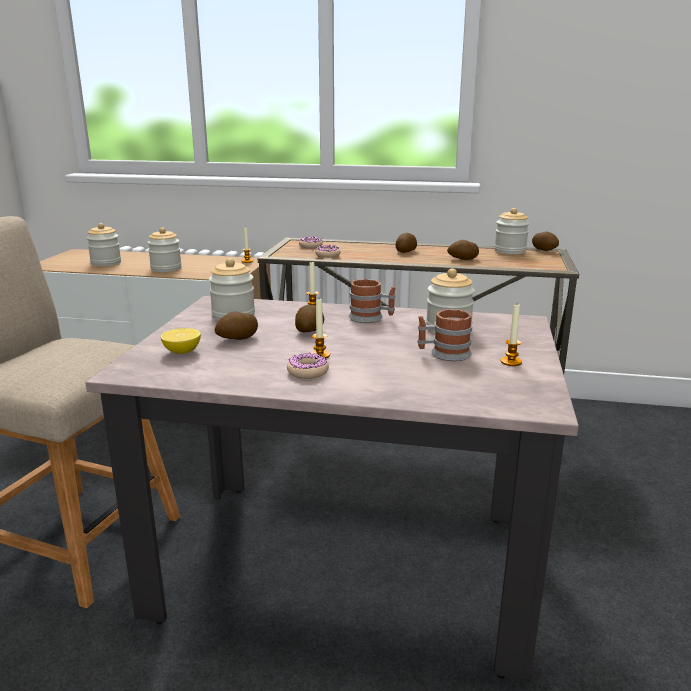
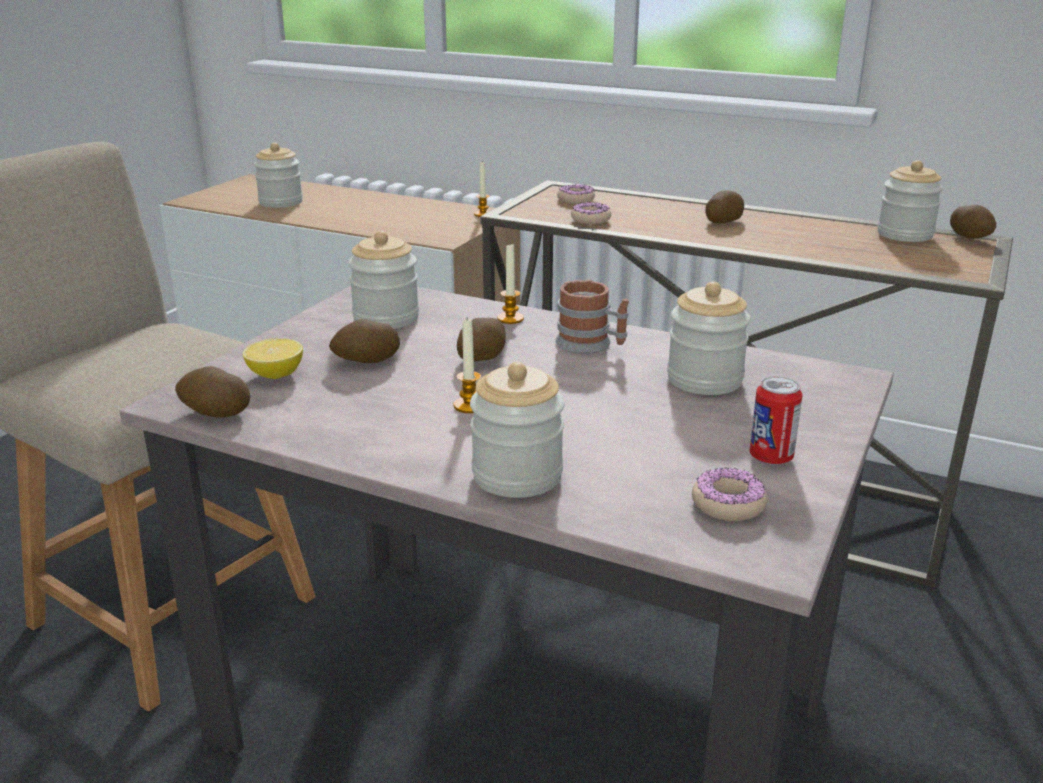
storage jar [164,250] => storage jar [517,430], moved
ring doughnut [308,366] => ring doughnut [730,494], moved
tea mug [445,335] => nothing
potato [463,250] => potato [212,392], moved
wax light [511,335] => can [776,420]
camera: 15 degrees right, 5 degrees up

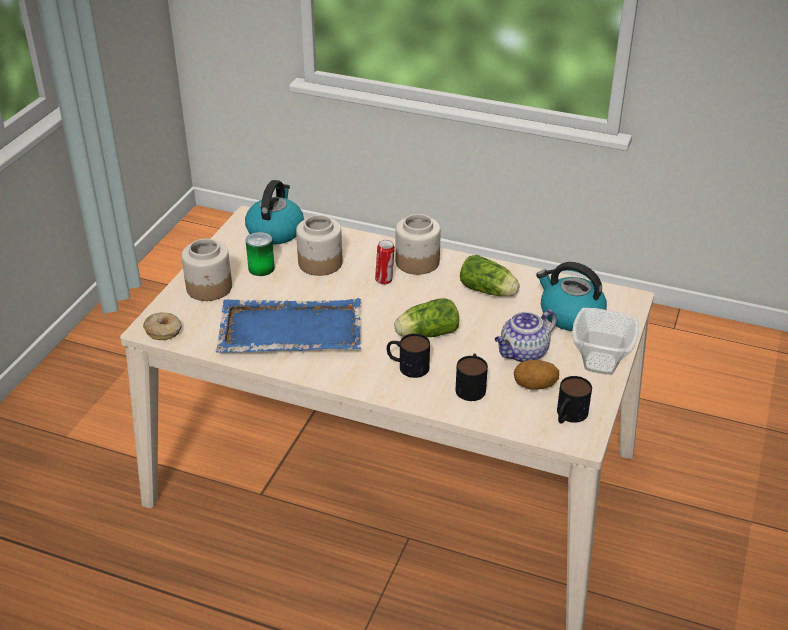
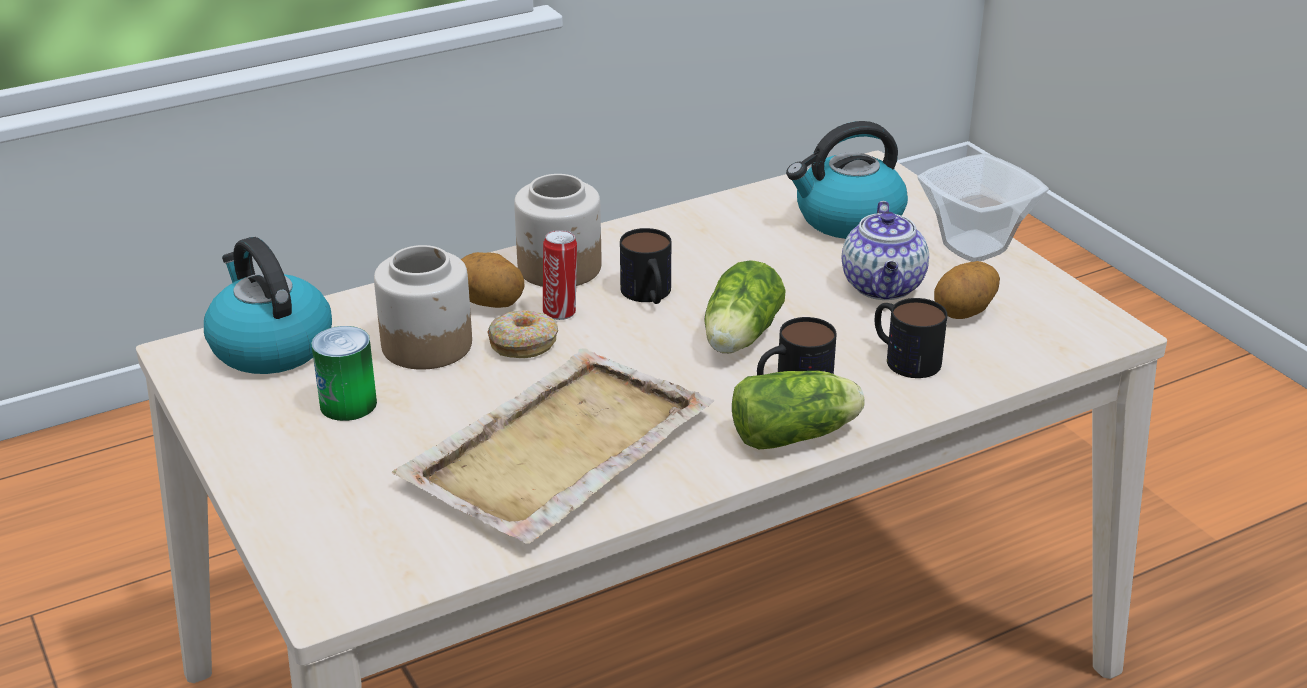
ring doughnut [162,326] => ring doughnut [522,334], moved
storage jar [206,269] => nothing
bluish tray [288,325] => sand-coloured tray [553,446]
lettuce head [490,275] => lettuce head [798,410], moved
tea mug [574,400] => tea mug [645,266], moved
nothing => potato [493,280]
camera: 50 degrees left, 5 degrees down

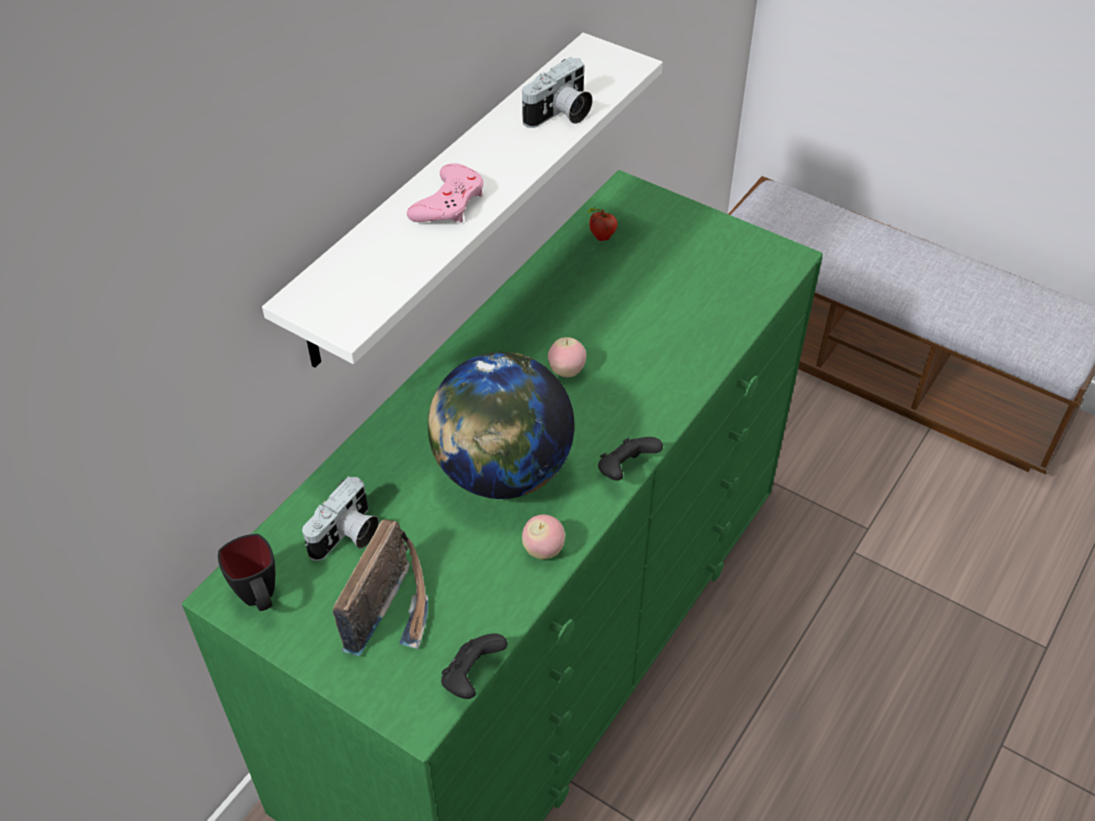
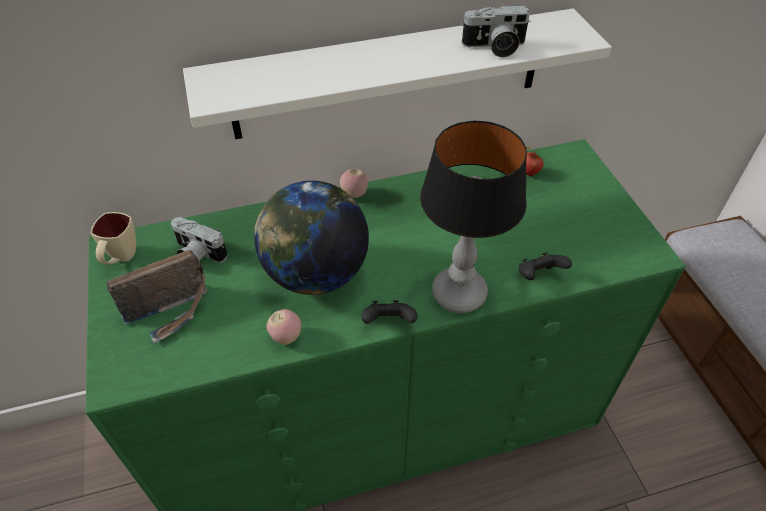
blackish tea mug [246,572] => sand-coloured tea mug [113,238]
still camera [340,518] => still camera [199,240], 45 degrees clockwise
pink-coloured game controller [445,193] => nothing
blackish game controller [474,666] => blackish game controller [545,266], moved
whole apple [567,357] => whole apple [354,183], moved
nothing => tabletop lamp [473,216]
camera: 40 degrees right, 0 degrees up

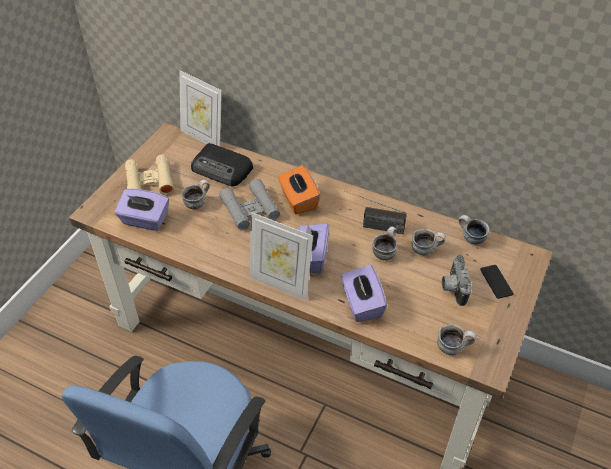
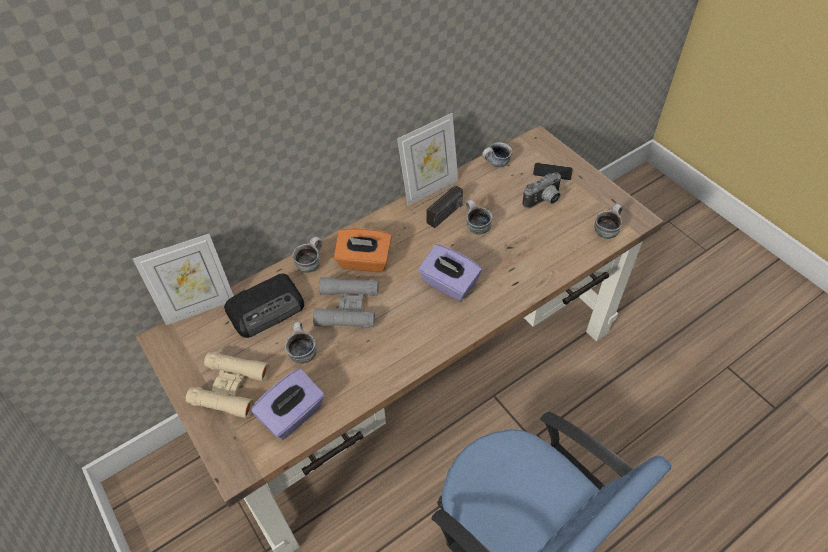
photo frame [281,256] => photo frame [427,159], moved
purple tissue holder [364,293] => nothing
tea mug [429,242] => tea mug [307,255], moved
still camera [456,280] => still camera [542,190], 60 degrees counterclockwise
camera: 60 degrees left, 5 degrees up

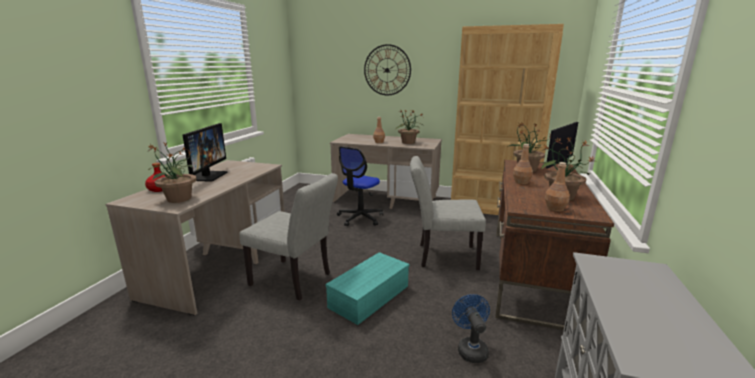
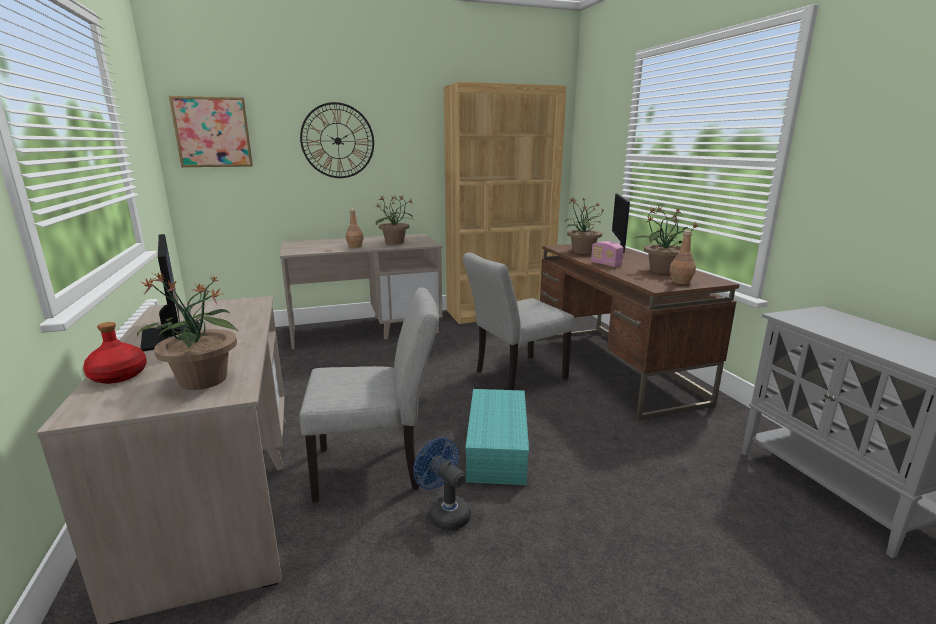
computer chair [360,186] => nothing
bluish fan [471,328] => bluish fan [442,484], moved
brownish beverage bottle [523,164] => radio set [607,254]
nothing => picture [211,131]
camera: 35 degrees left, 0 degrees up

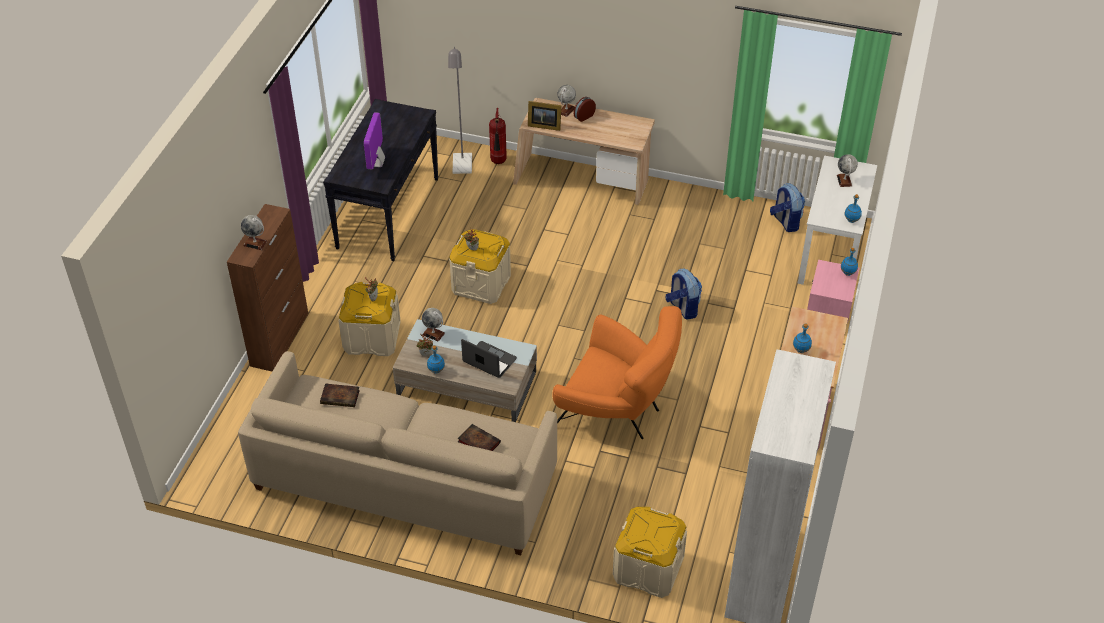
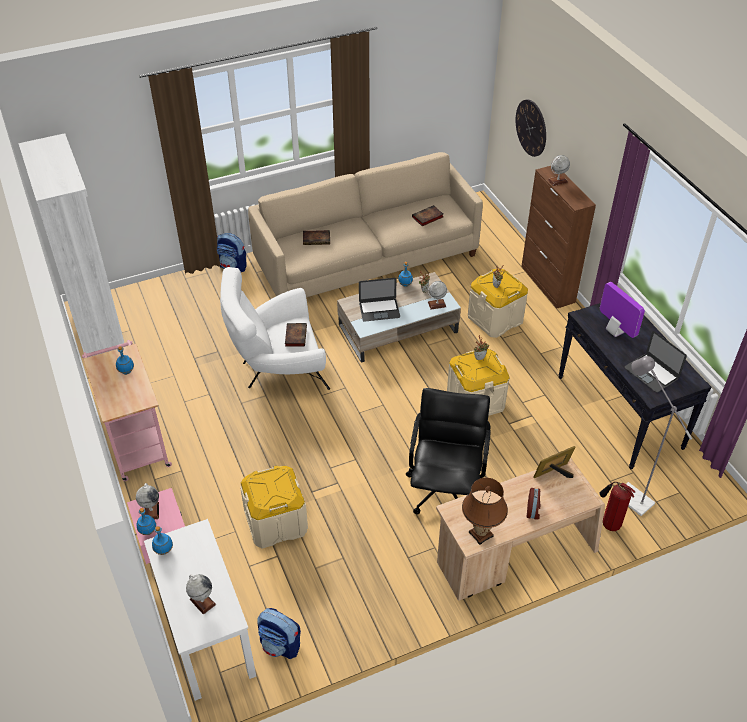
orange easy chair [617,372] => whitish easy chair [275,328]
globe [566,101] => globe [147,501], moved
sand-coloured storage container [650,552] => sand-coloured storage container [274,507], moved
rucksack [684,294] => rucksack [232,252], moved
nothing => book [296,335]
nothing => blackish computer chair [448,451]
nothing => brownish tabletop lamp [485,511]
nothing => clock on the wall [531,128]
nothing => laptop [656,361]
camera: 140 degrees right, 0 degrees up

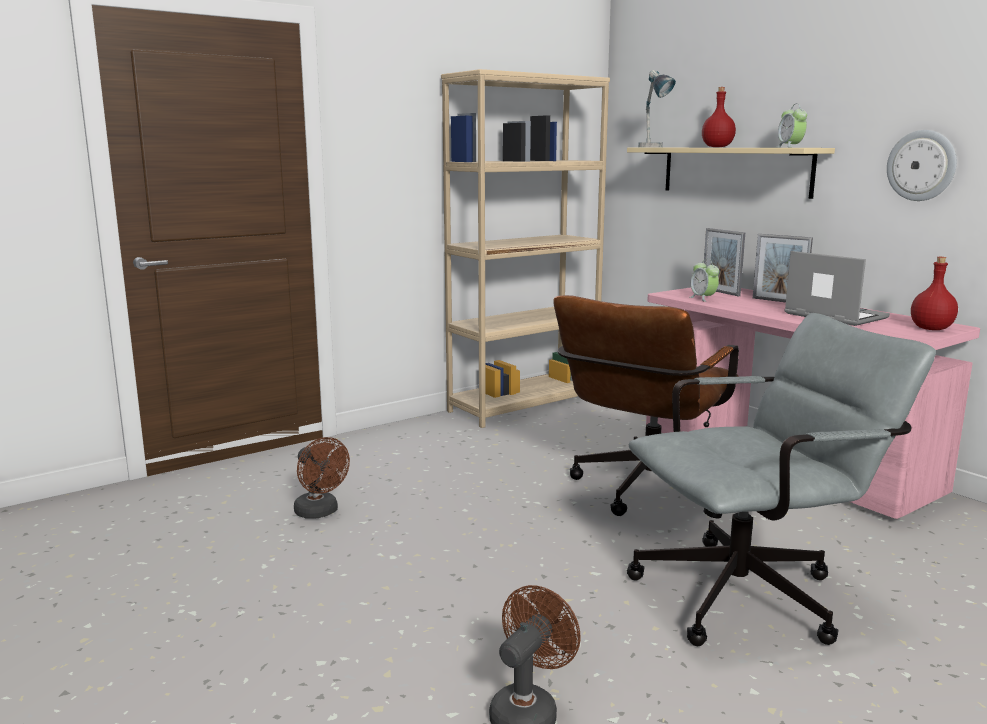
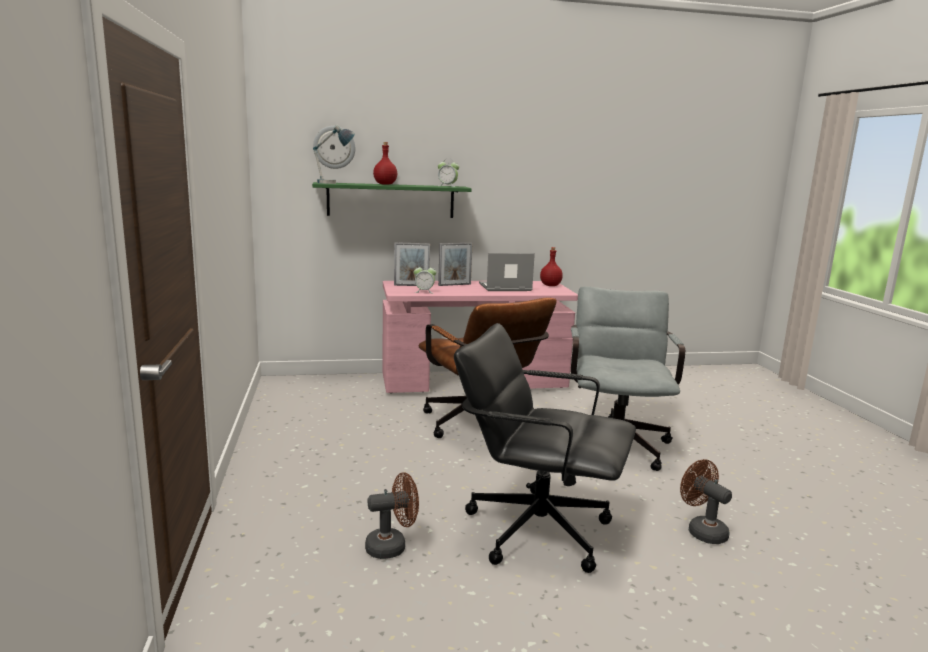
sand-coloured bookcase [525,248] => nothing
sand-coloured bracket shelf [731,173] => green bracket shelf [392,200]
clock on the wall [922,165] => clock on the wall [334,147], moved
nothing => blackish computer chair [545,448]
camera: 65 degrees left, 0 degrees up

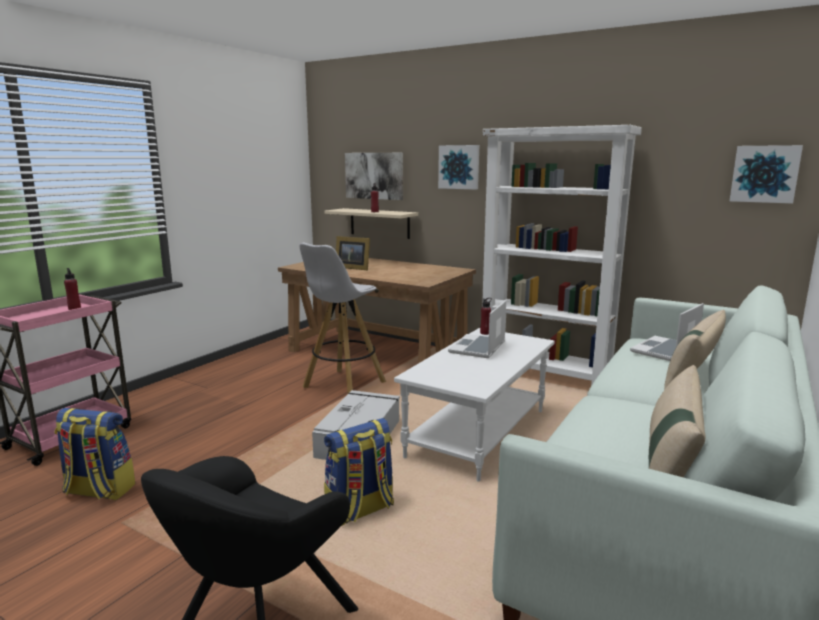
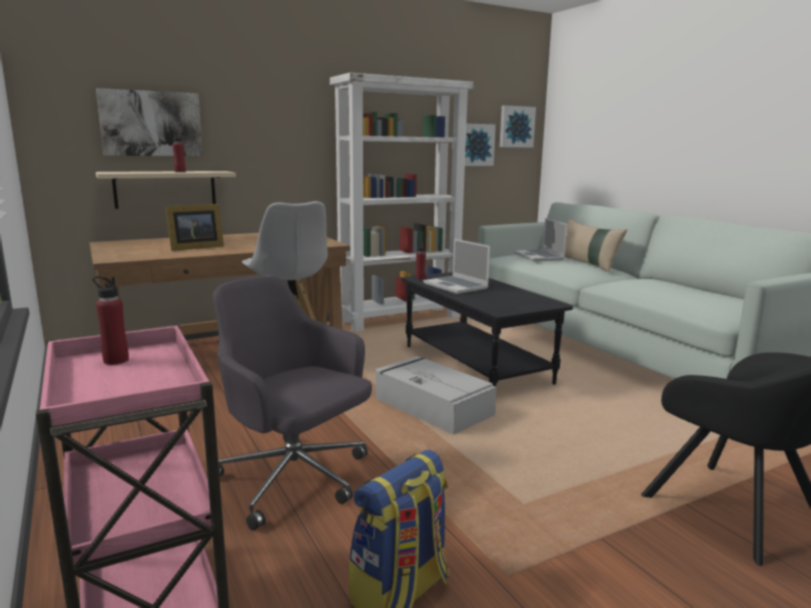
rucksack [359,472] => nothing
whitish lounge table [474,404] => blackish lounge table [487,329]
picture [458,167] => picture [480,144], moved
sand-coloured throw pillow [677,421] => nothing
nothing => greyish computer chair [292,403]
camera: 60 degrees left, 0 degrees up

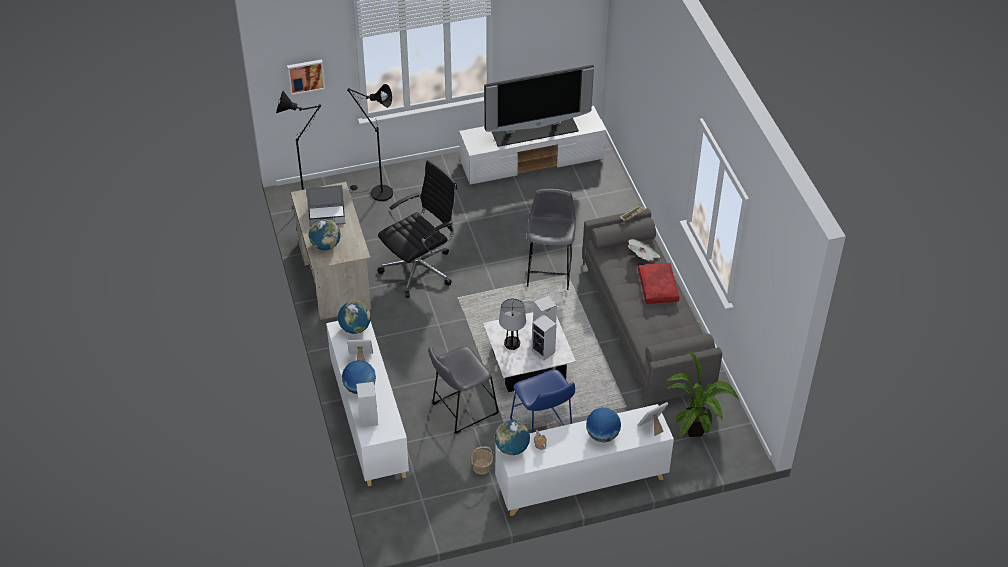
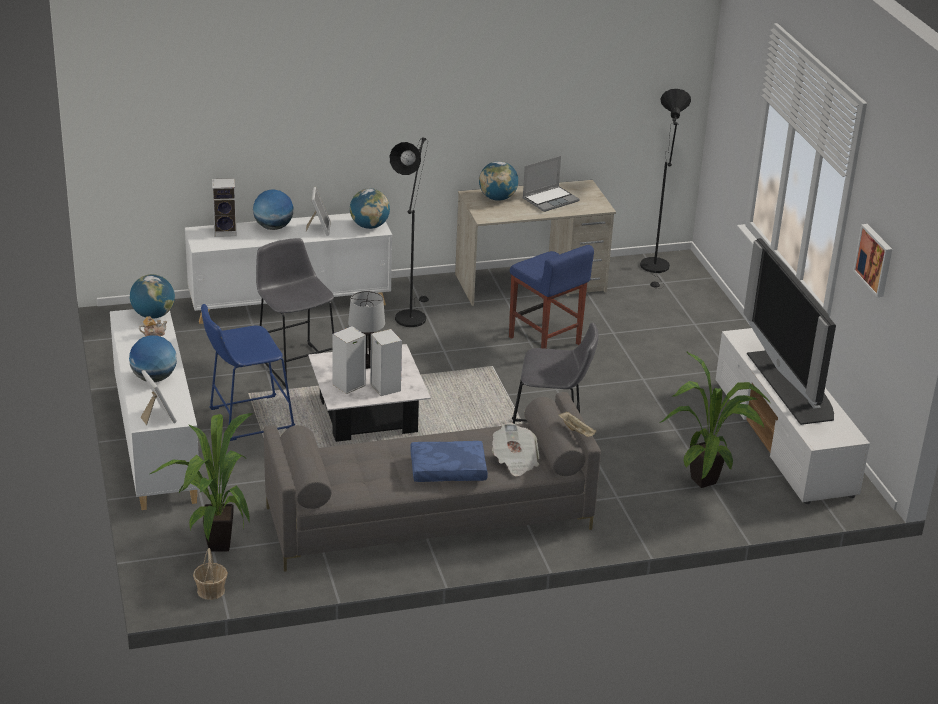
picture [306,77] => picture [872,260], moved
laptop [326,206] => laptop [551,184], 120 degrees counterclockwise
blackish floor lamp [370,142] => blackish floor lamp [409,232], moved
blackish computer chair [417,229] => bluish sitting stool [551,297]
household basket [482,460] => household basket [210,574], moved
red-coloured throw pillow [658,283] => bluish throw pillow [449,461]
nothing => houseplant [715,419]
camera: 90 degrees right, 15 degrees down

